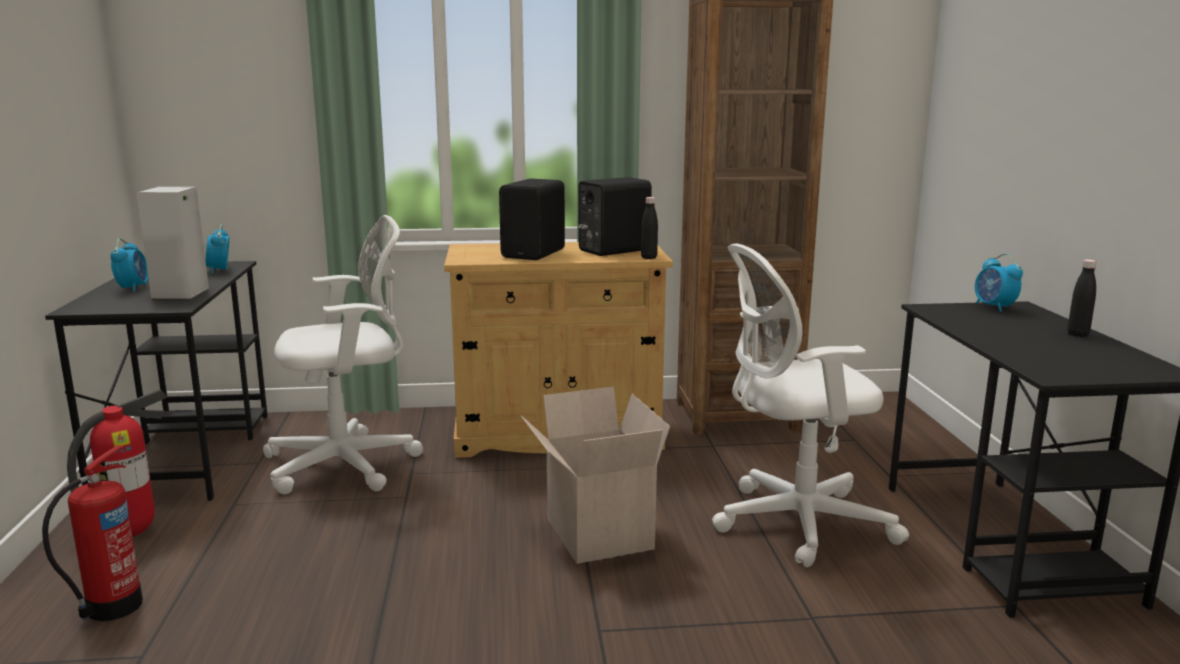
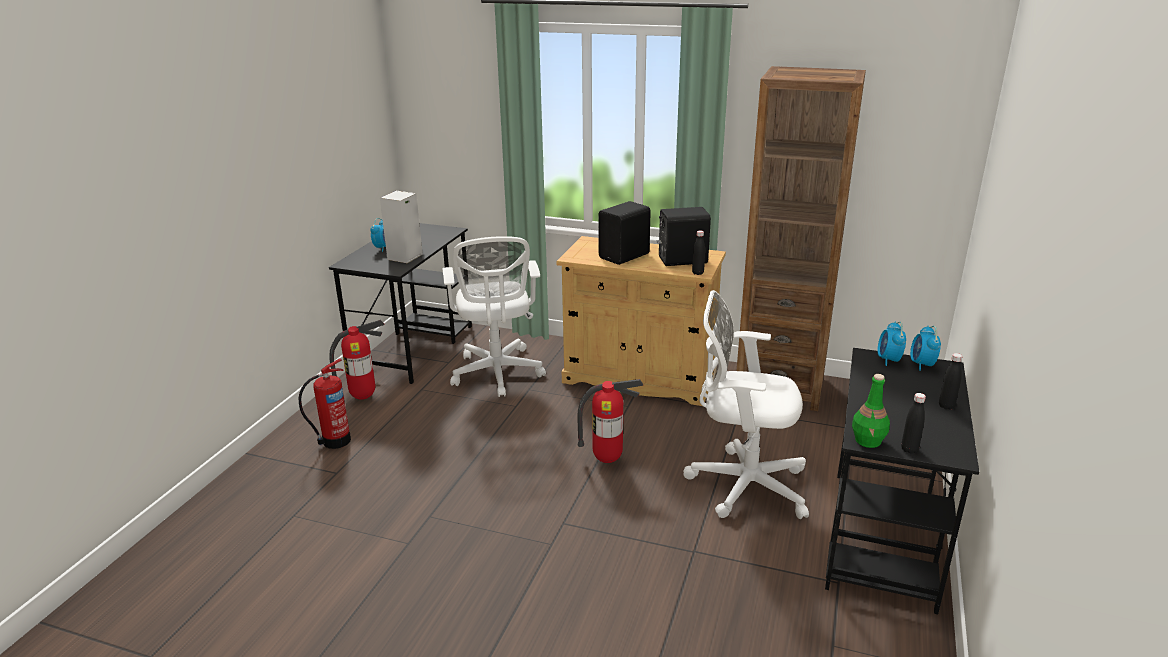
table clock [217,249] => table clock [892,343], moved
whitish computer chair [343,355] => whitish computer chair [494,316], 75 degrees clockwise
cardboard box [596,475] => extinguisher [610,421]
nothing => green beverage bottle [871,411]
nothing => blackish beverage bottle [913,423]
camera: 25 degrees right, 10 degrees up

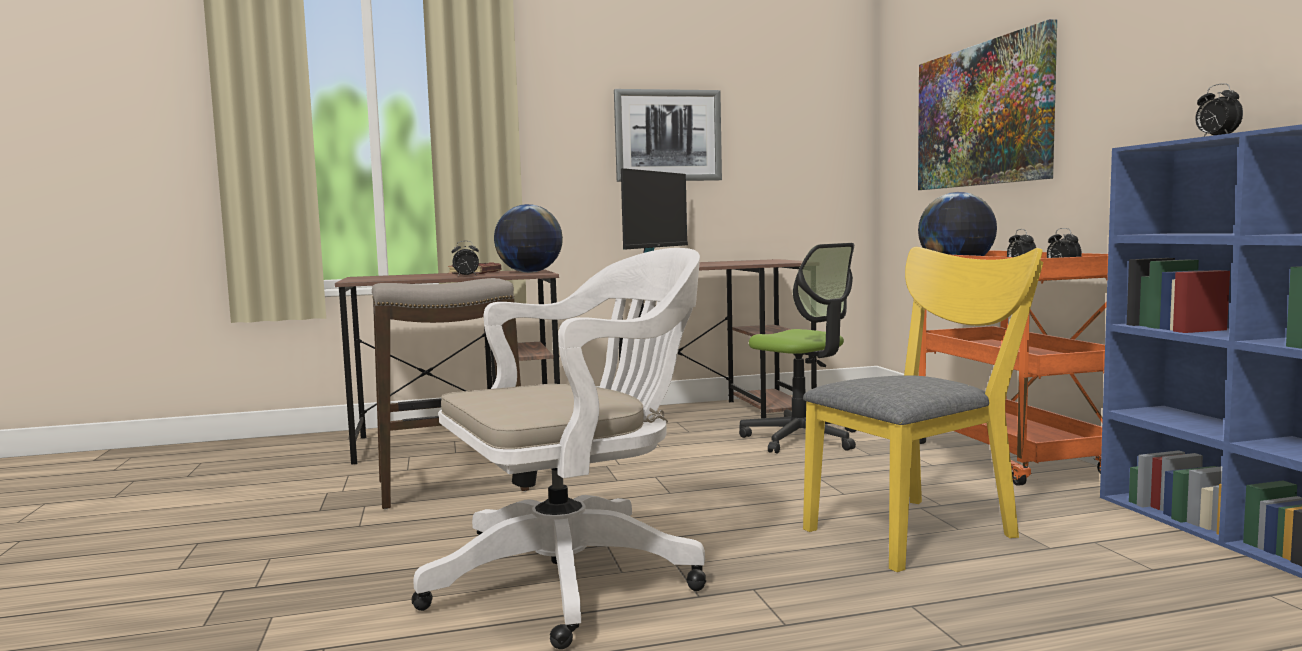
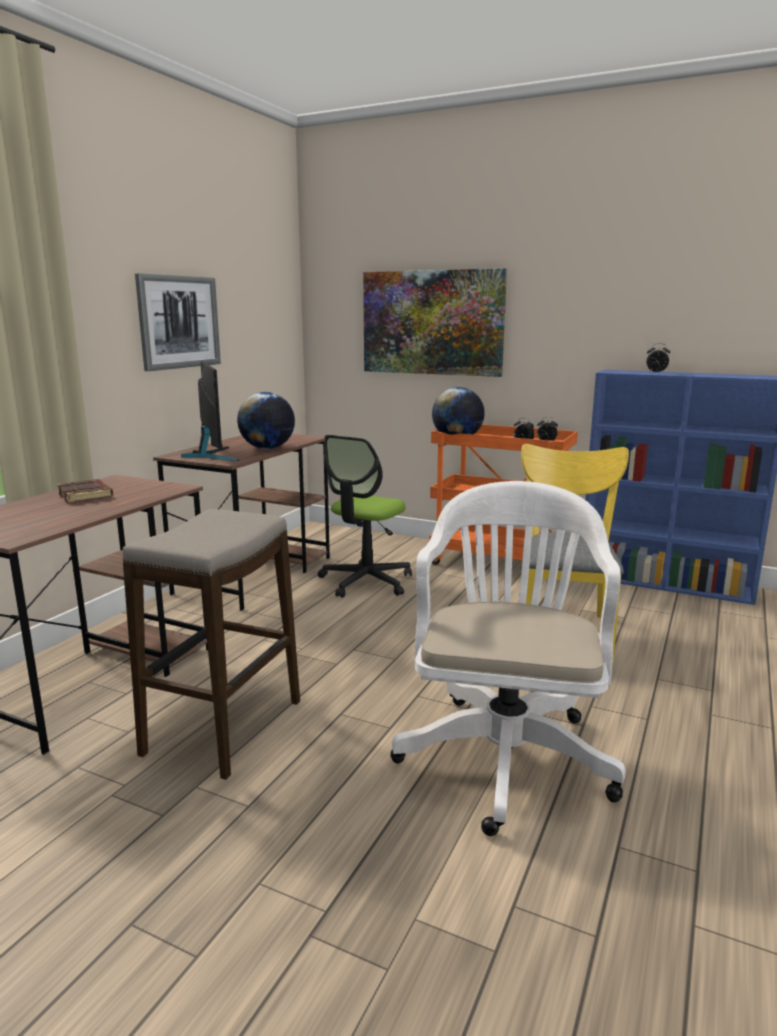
table clock [465,259] => nothing
globe [528,238] => globe [266,420], moved
computer chair [797,348] => computer chair [365,516], 120 degrees clockwise
camera: 50 degrees left, 10 degrees up

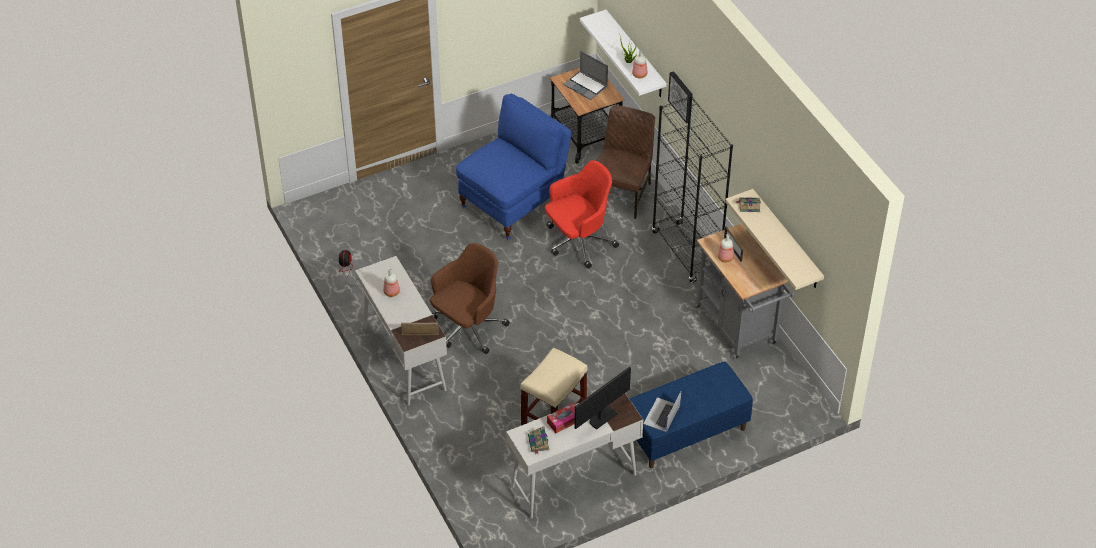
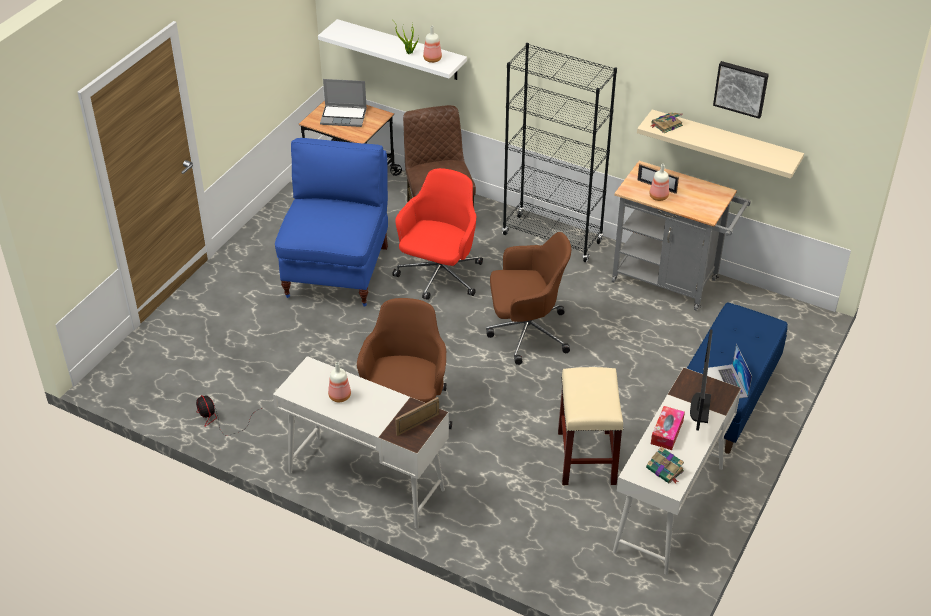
picture [680,97] => picture [741,90], moved
nothing => brownish computer chair [528,298]
camera: 35 degrees left, 5 degrees down

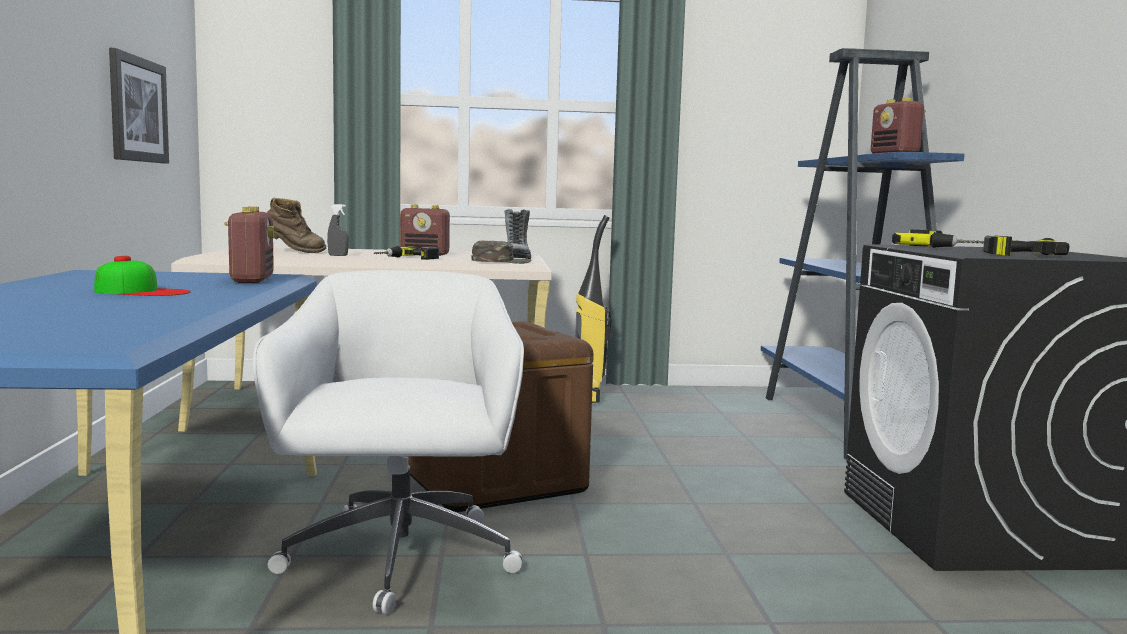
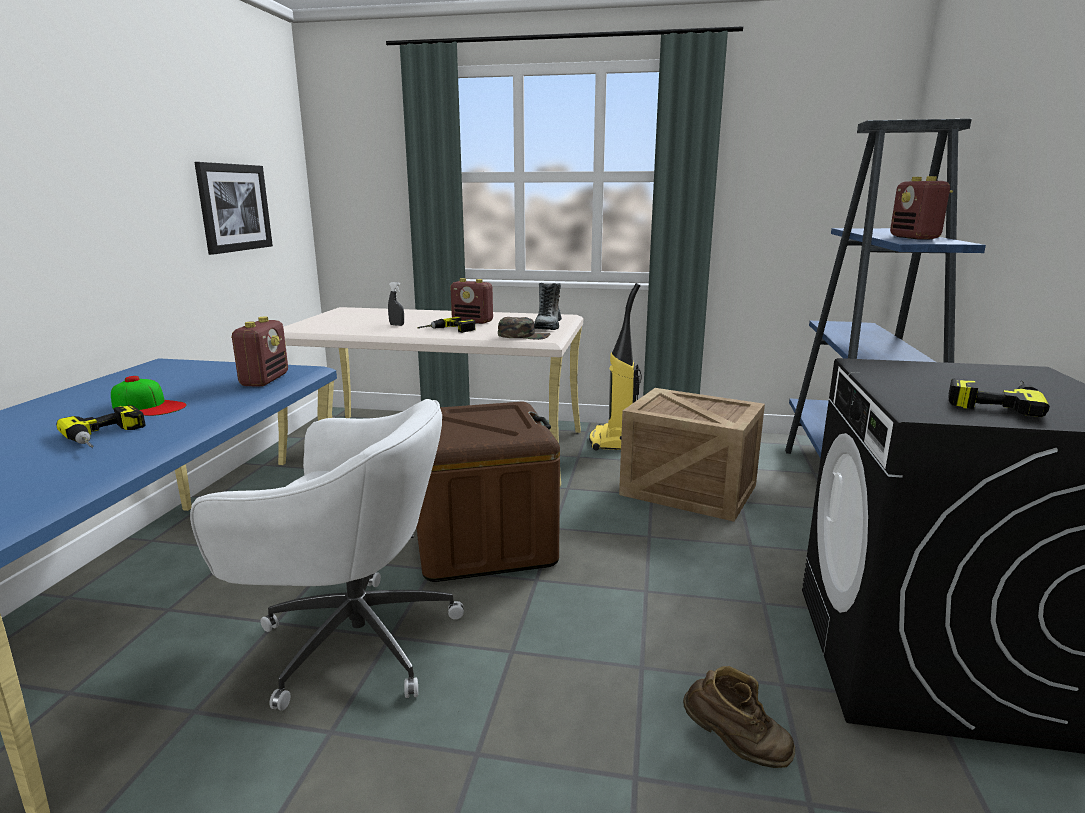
whitish computer chair [388,442] => whitish computer chair [327,555], 90 degrees clockwise
brownish boot [296,225] => brownish boot [739,717], moved
power drill [938,238] => power drill [101,426], moved
nothing => shipping crate [692,455]
camera: 15 degrees right, 10 degrees up

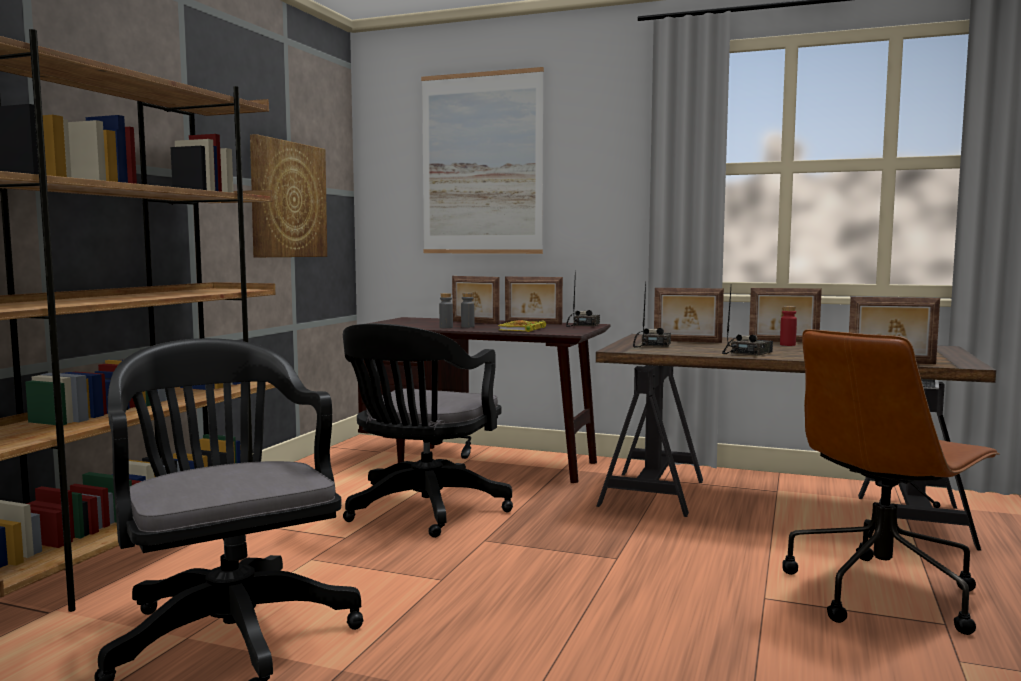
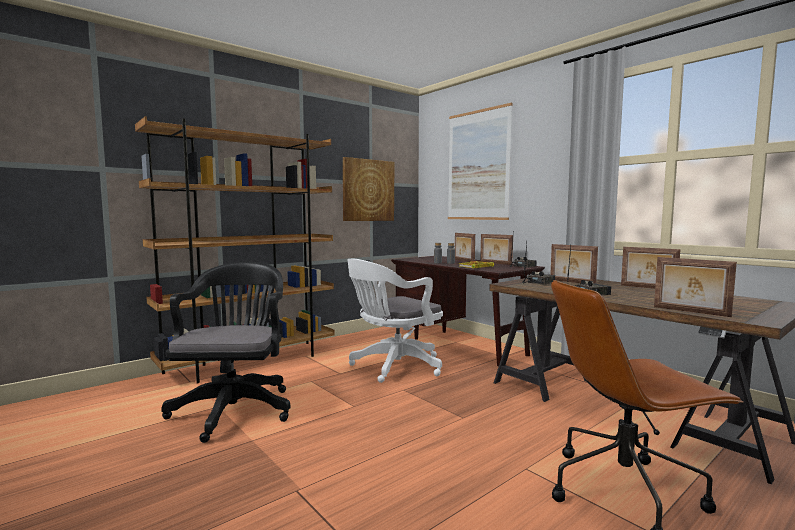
blackish computer chair [428,430] => whitish computer chair [395,321]
red-coloured beverage bottle [788,326] => nothing
camera: 30 degrees right, 0 degrees up

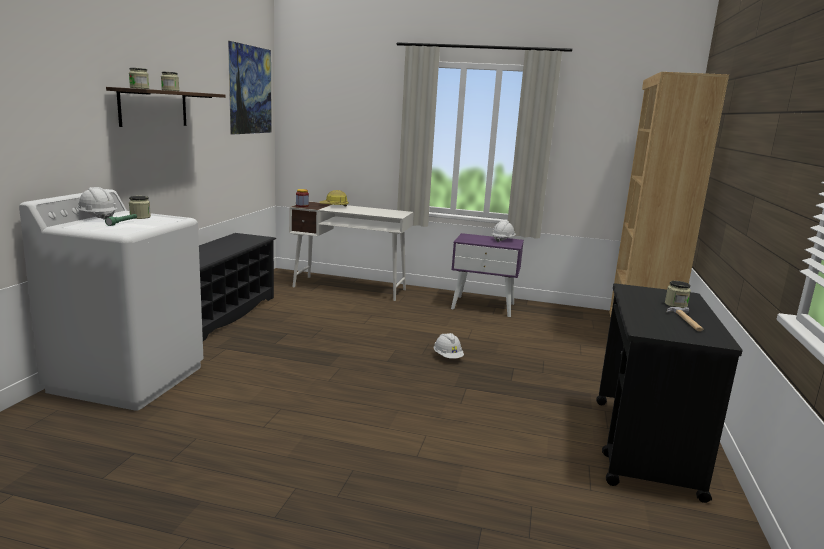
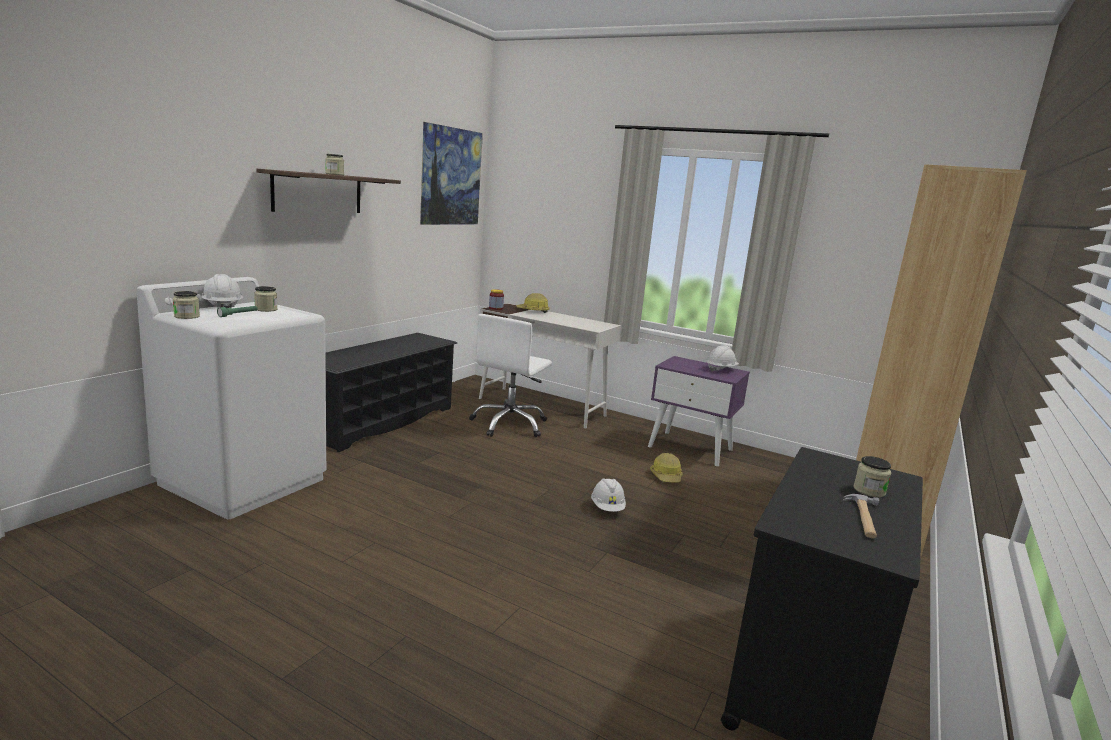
storage jar [139,78] => storage jar [186,305], moved
nothing => whitish computer chair [510,375]
nothing => work helmet [666,468]
camera: 15 degrees right, 0 degrees up

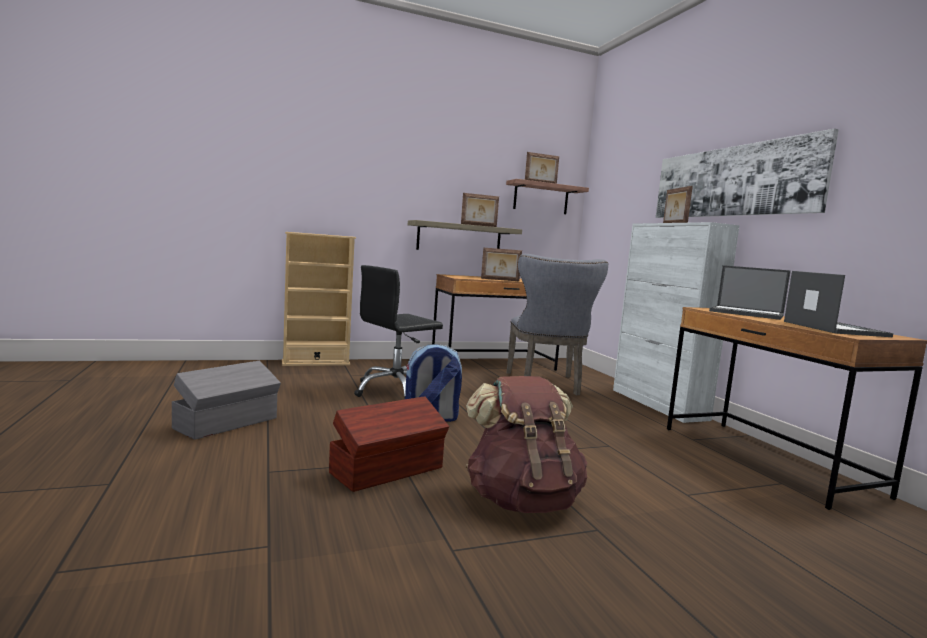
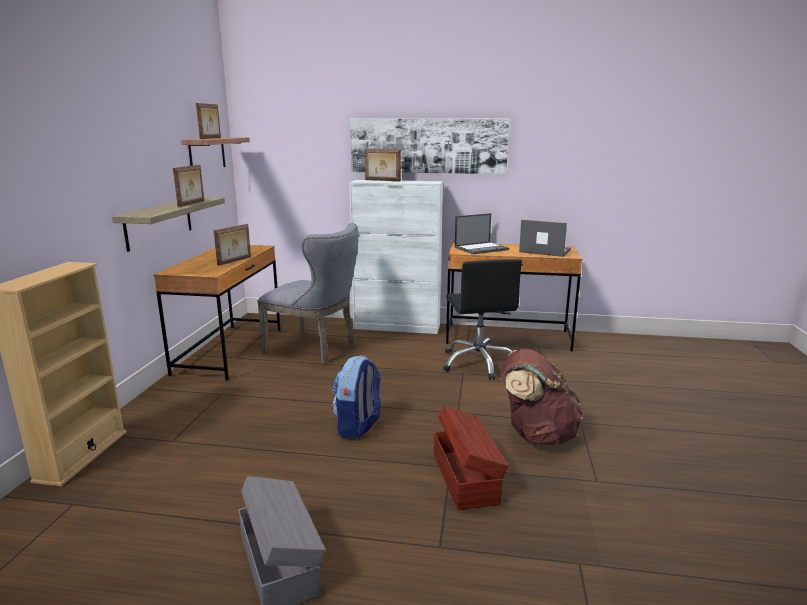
blackish computer chair [398,332] => blackish computer chair [482,319], moved
camera: 60 degrees left, 10 degrees up

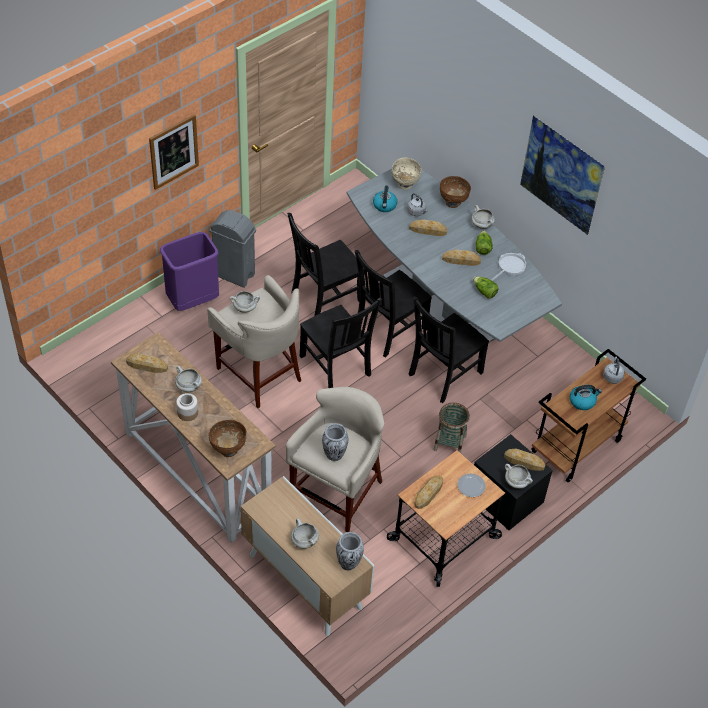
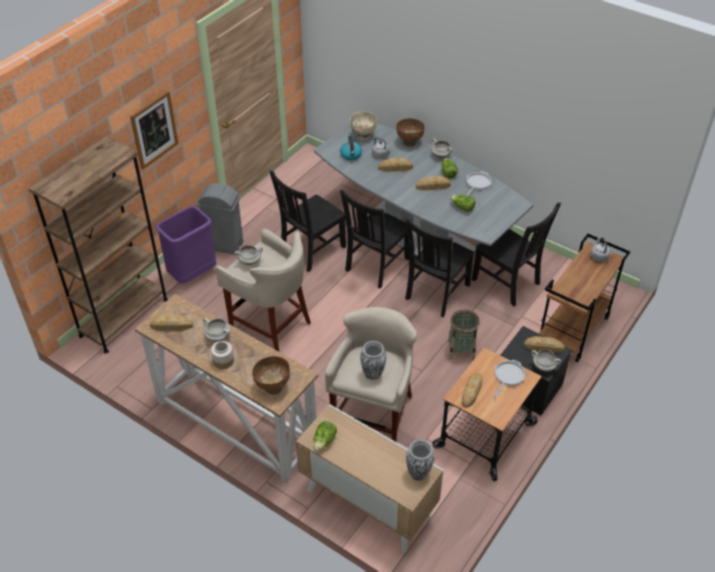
whitish stockpot [305,533] => nothing
blackish chair [341,343] => blackish chair [516,255], moved
plate [472,485] => pan [509,379]
picture [562,175] => nothing
water kettle [586,397] => nothing
nothing => brownish bookcase [98,245]
nothing => lettuce head [325,436]
camera: 10 degrees left, 5 degrees down

